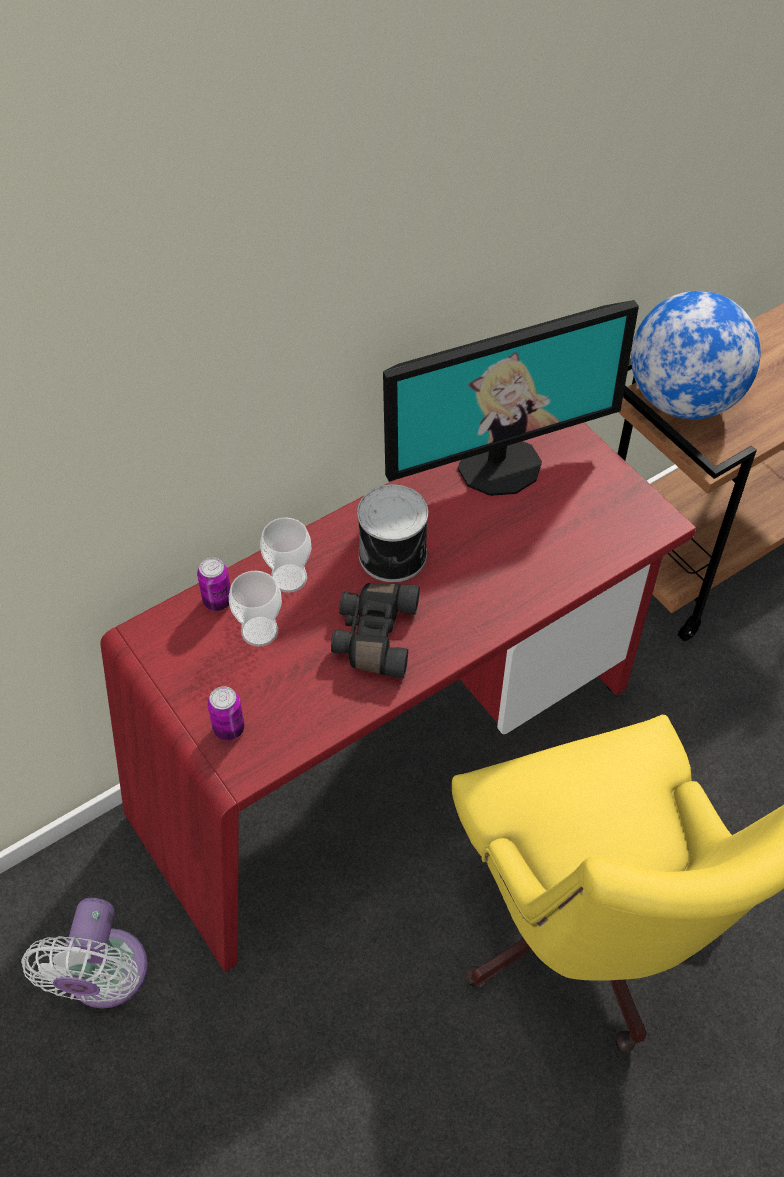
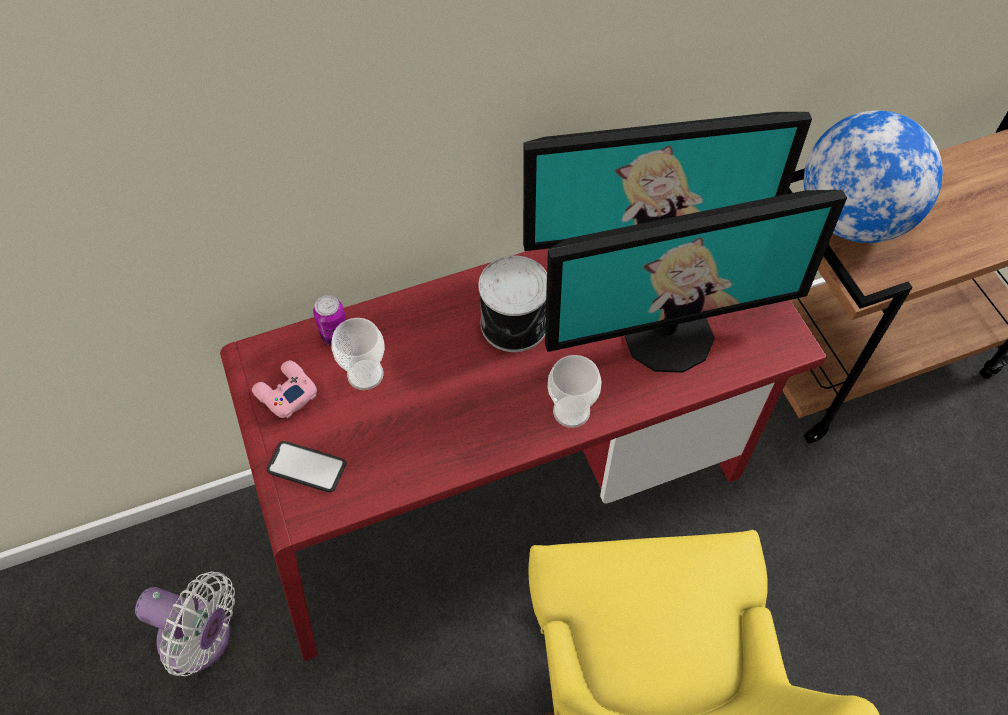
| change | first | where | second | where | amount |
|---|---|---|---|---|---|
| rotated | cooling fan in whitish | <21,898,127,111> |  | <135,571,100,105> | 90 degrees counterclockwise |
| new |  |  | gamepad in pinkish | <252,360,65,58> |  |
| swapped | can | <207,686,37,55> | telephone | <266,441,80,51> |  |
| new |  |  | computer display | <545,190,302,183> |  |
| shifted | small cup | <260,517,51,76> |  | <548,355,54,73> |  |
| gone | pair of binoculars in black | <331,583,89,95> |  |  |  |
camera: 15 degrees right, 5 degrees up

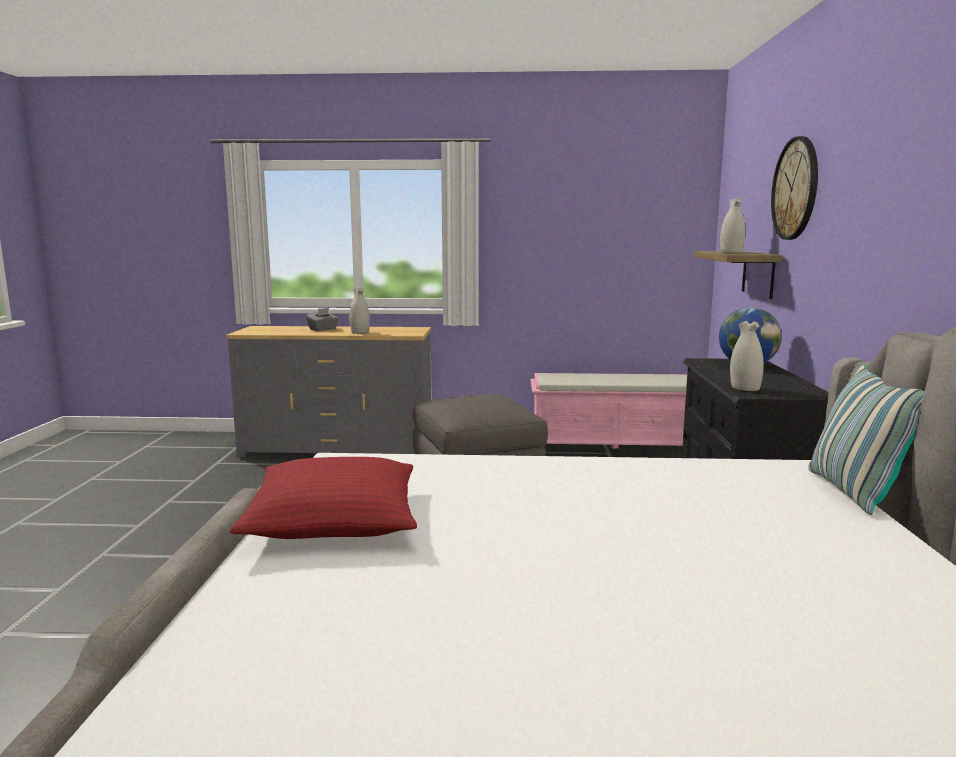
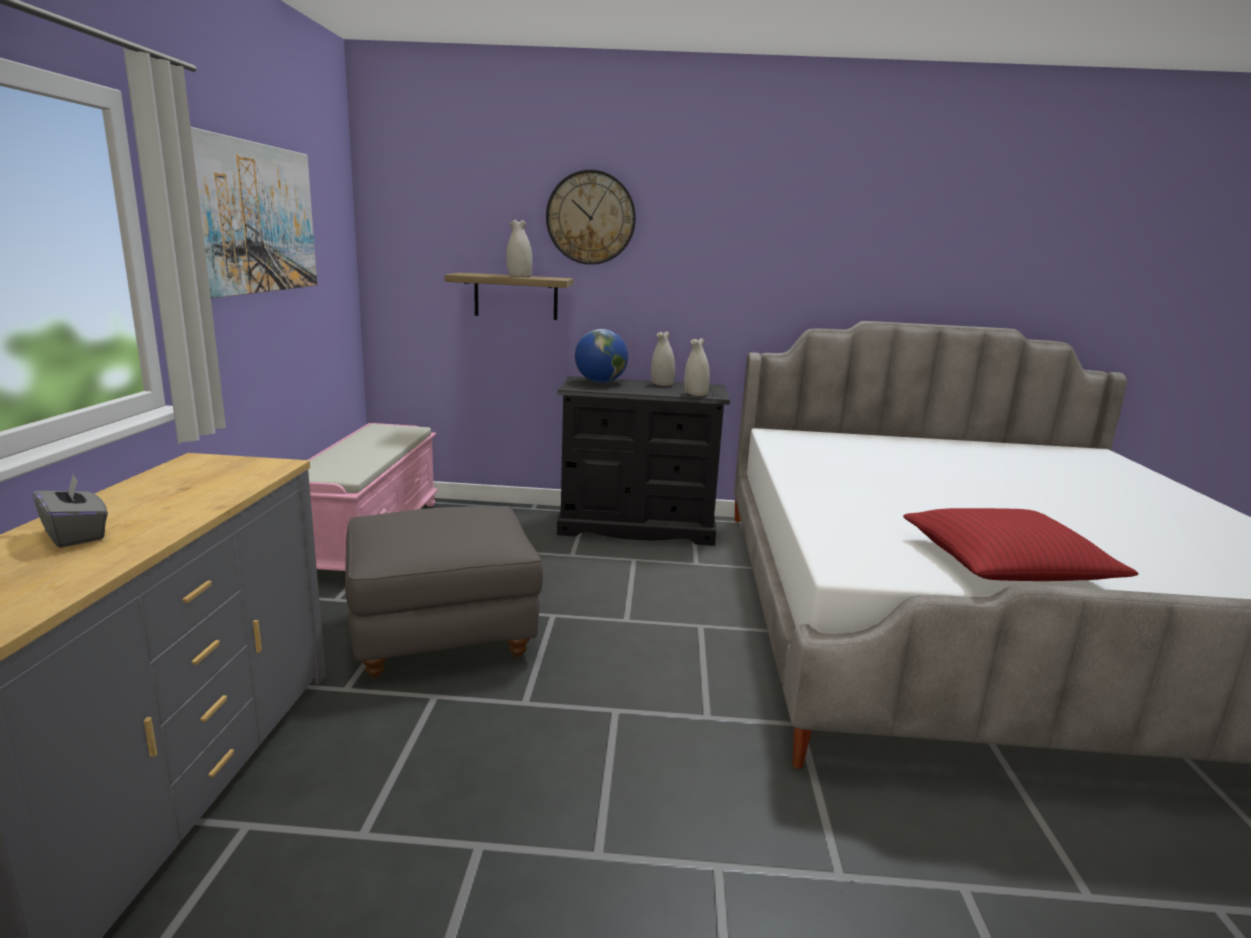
| change | first | where | second | where | amount |
|---|---|---|---|---|---|
| new |  |  | wall picture | <191,127,126,171> |  |
| shifted | decorative vase in whitish | <349,287,21,47> |  | <651,331,24,55> |  |
| gone | throw pillow | <808,364,116,151> |  |  |  |
camera: 90 degrees left, 5 degrees up

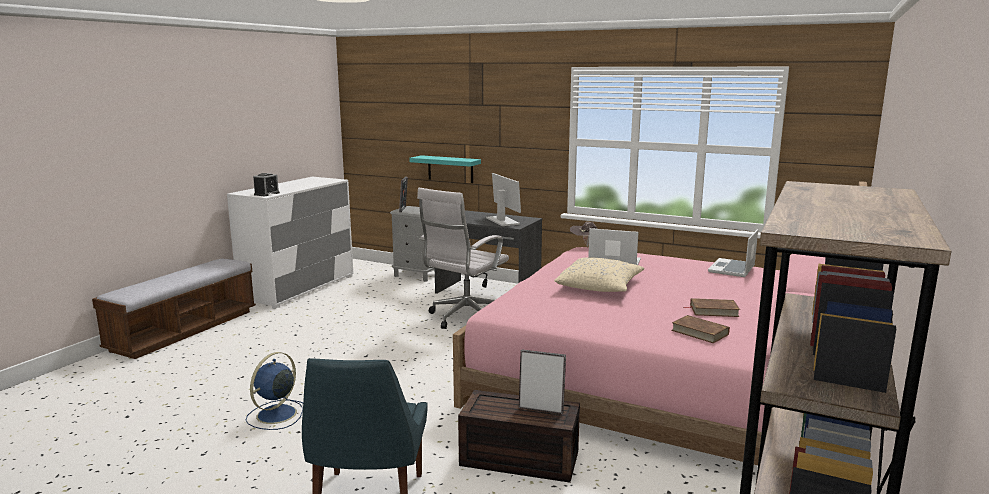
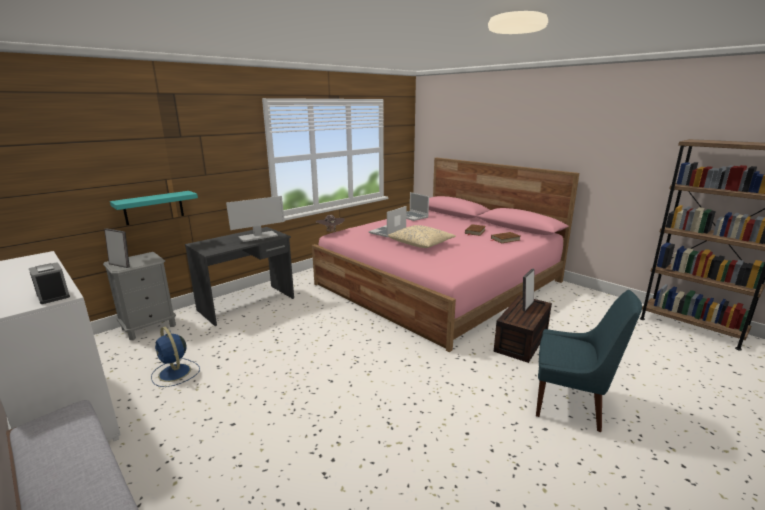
| change | first | where | second | where | amount |
|---|---|---|---|---|---|
| shifted | cooling fan in blue | <246,352,57,78> |  | <151,327,49,60> |  |
| rotated | computer display | <486,173,35,53> |  | <226,196,59,46> | 150 degrees clockwise |
| gone | office chair in whitish | <417,188,92,141> |  |  |  |
camera: 70 degrees left, 5 degrees up

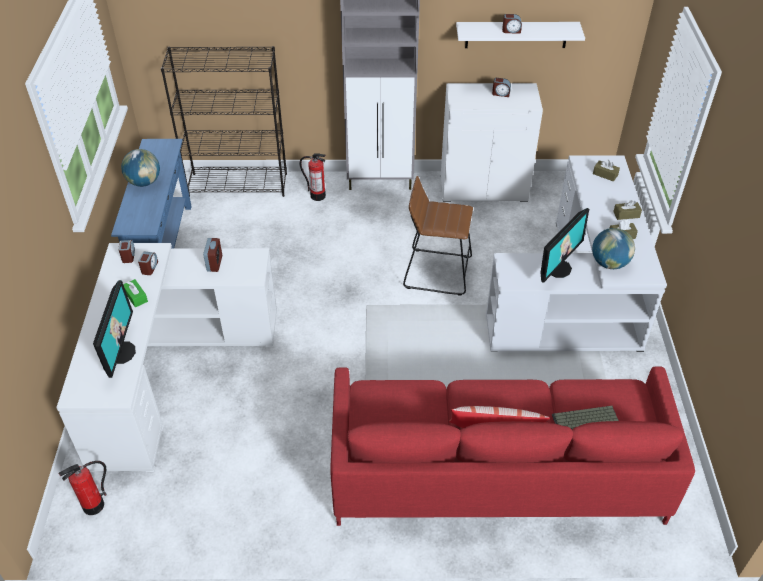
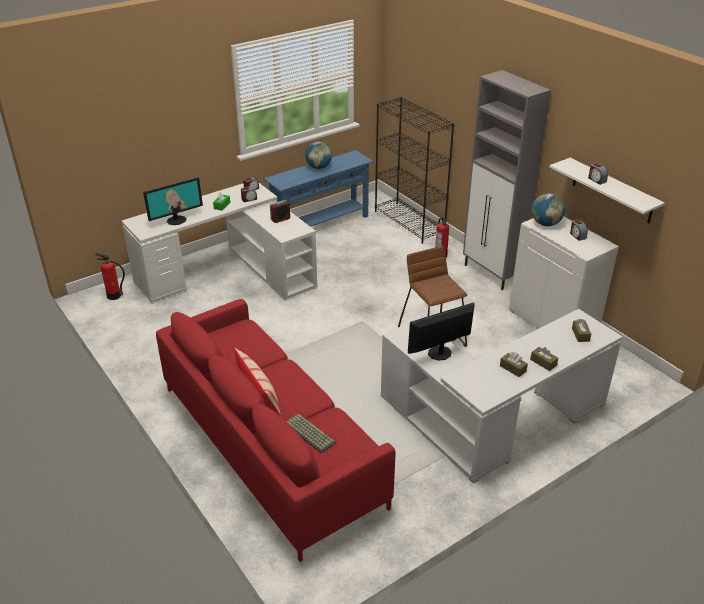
| change | first | where | second | where | amount |
|---|---|---|---|---|---|
| rotated | computer display | <541,208,48,75> |  | <408,303,67,58> | 150 degrees clockwise |
| shifted | globe | <592,228,43,41> |  | <531,193,34,33> |  |
camera: 55 degrees right, 10 degrees down

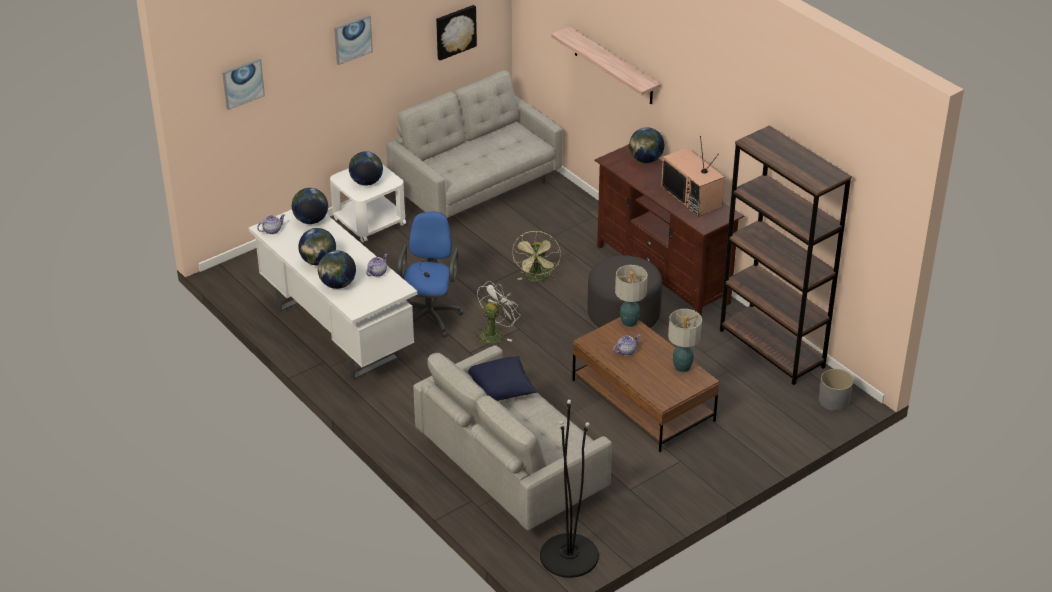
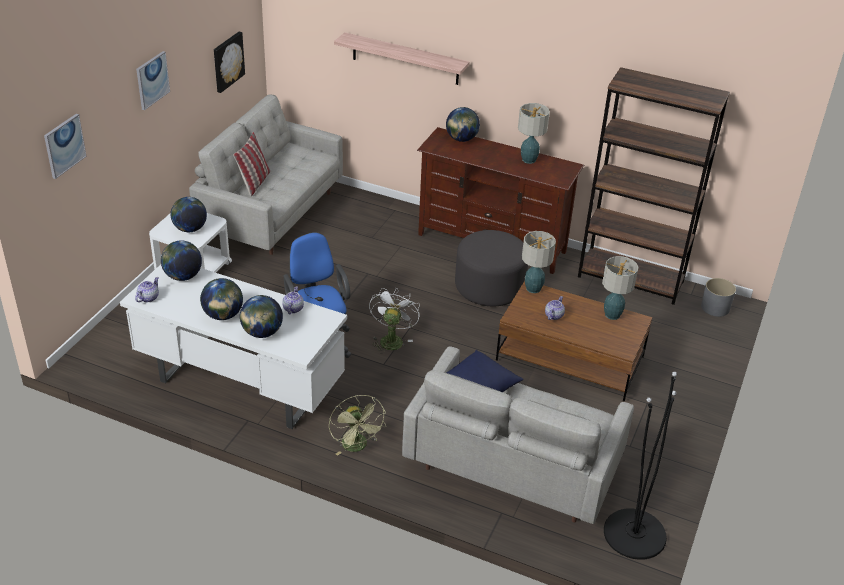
| change | first | where | second | where | amount |
|---|---|---|---|---|---|
| new |  |  | throw pillow | <233,132,37,64> |  |
| shifted | cooling fan in green-coloured | <512,231,49,51> |  | <329,395,57,61> |  |
| swapped | television | <661,136,64,81> | lamp for a table | <518,103,32,61> |  |
camera: 30 degrees left, 0 degrees up

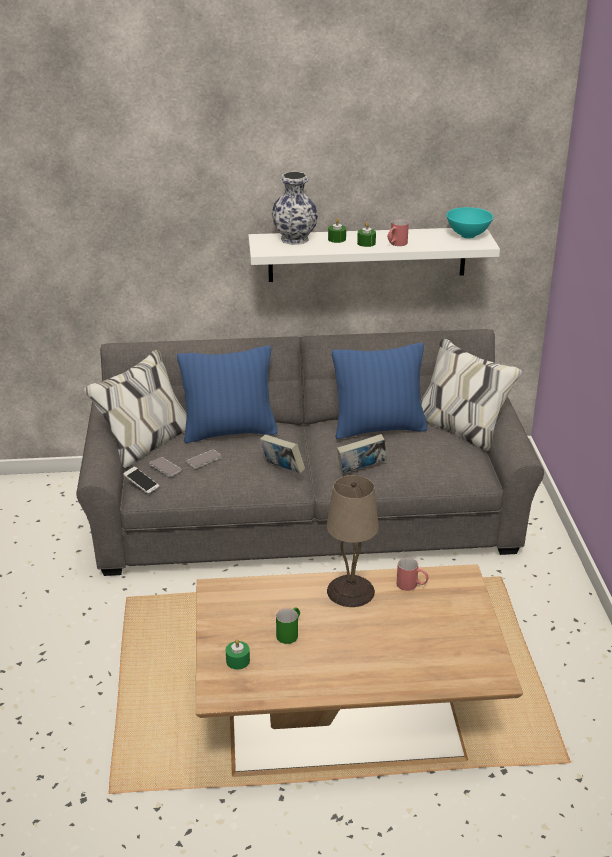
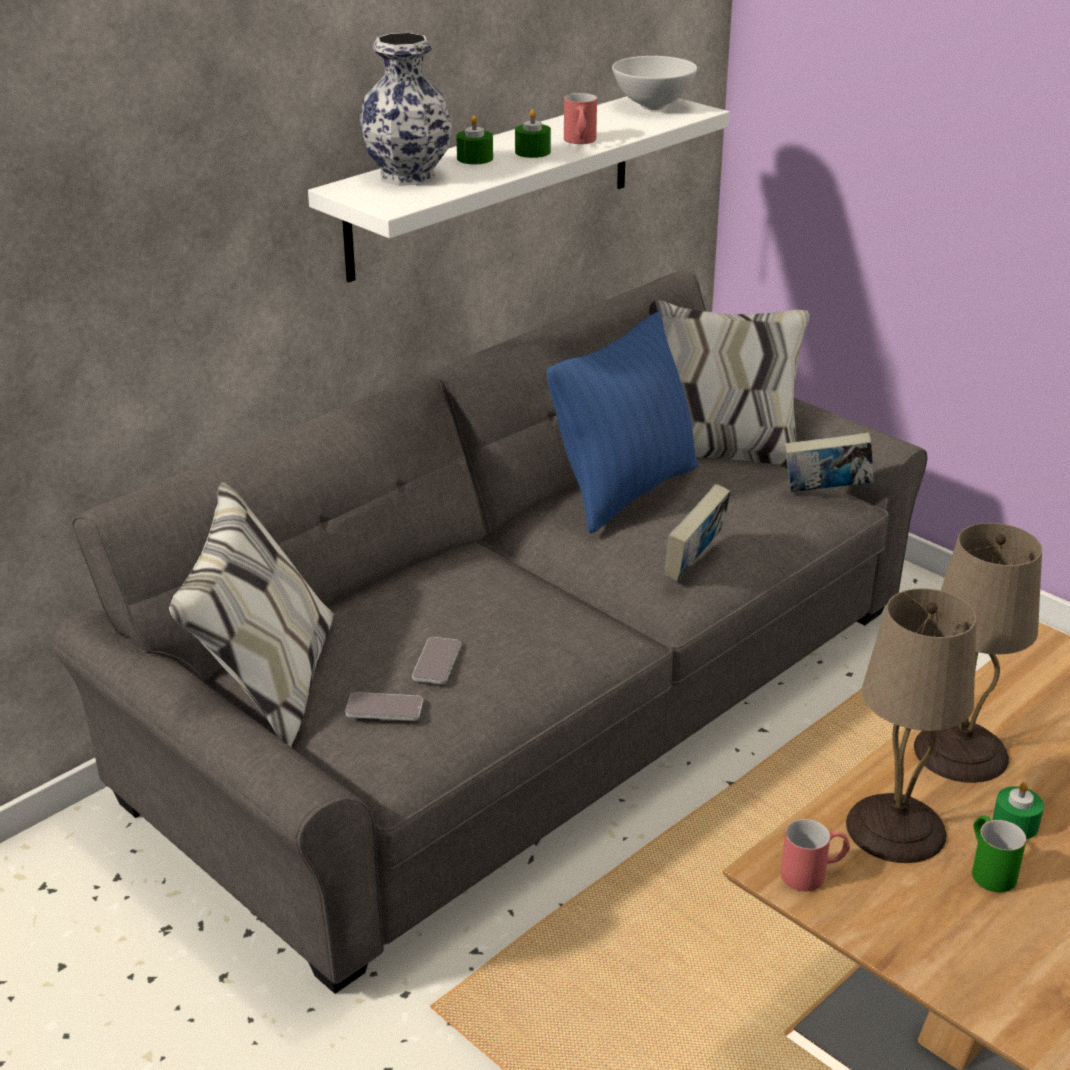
| change | first | where | second | where | amount |
|---|---|---|---|---|---|
| repainted | serving bowl in turquoise-coloured | <446,207,47,32> | serving bowl in whitish | <612,56,85,54> |  |
| shifted | coffee mug in reddish | <397,558,31,33> |  | <781,819,69,72> |  |
| shifted | bound book | <260,434,45,39> |  | <784,432,90,60> |  |
| new |  |  | lamp for a table in beige-coloured | <846,588,130,275> |  |
| shifted | wax candle in green-coloured | <226,639,24,30> |  | <993,782,51,57> |  |
| gone | telephone | <123,466,36,28> |  |  |  |
| gone | throw pillow in blue | <177,345,101,98> |  |  |  |
camera: 40 degrees left, 0 degrees up

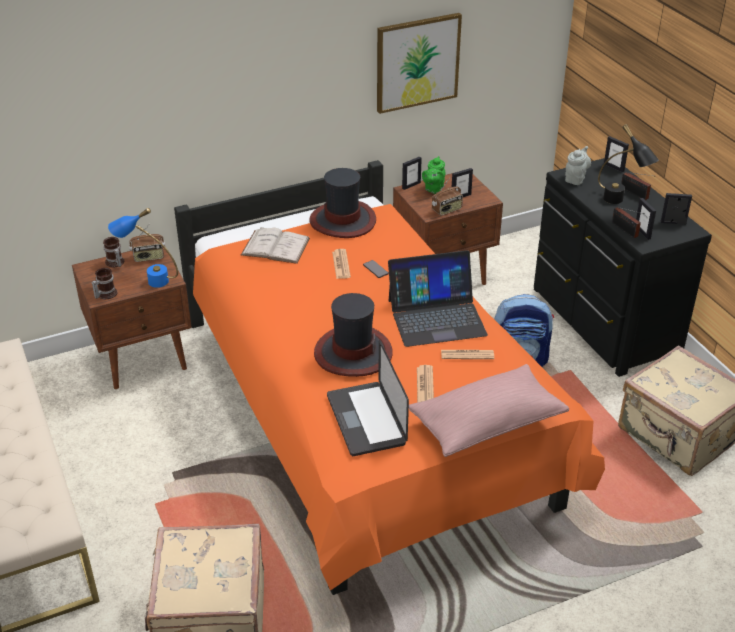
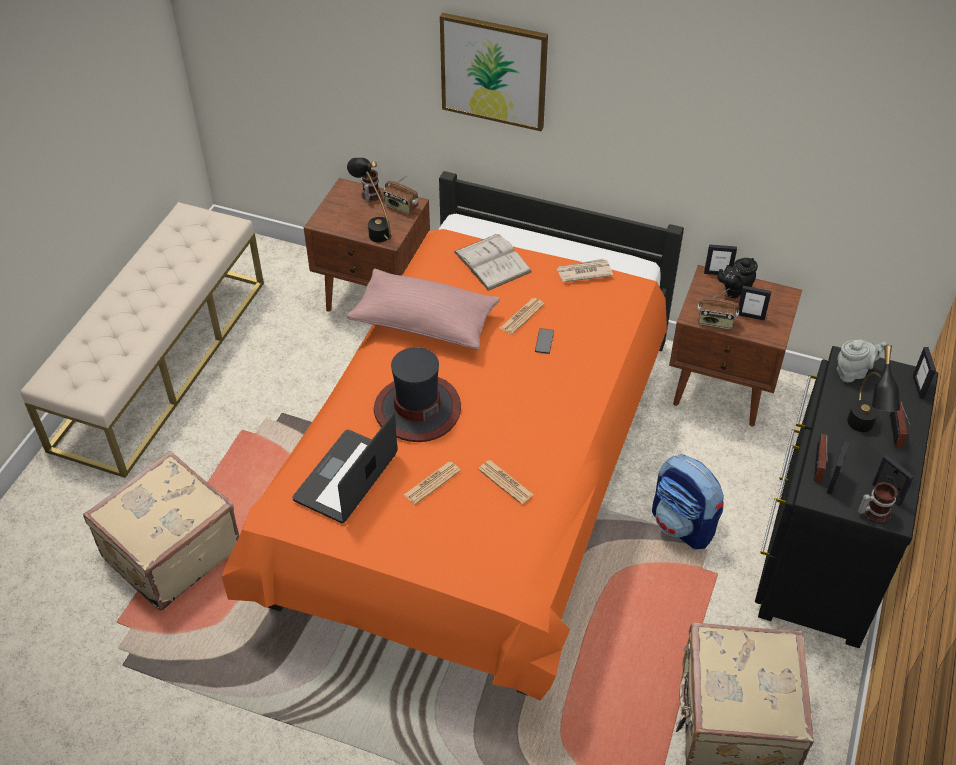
| change | first | where | second | where | amount |
|---|---|---|---|---|---|
| repainted | lamp for a table in blue | <108,208,70,80> | lamp for a table in black | <347,158,44,84> |  |
| shifted | throw pillow in pinkish | <409,364,160,93> |  | <347,269,153,81> |  |
| shifted | wall picture | <377,13,85,101> |  | <440,13,108,118> |  |
| swapped | wearable hat | <309,168,67,70> | daily paper | <557,259,56,23> |  |
| repainted | teapot in green-coloured | <422,156,23,38> | teapot in black | <717,258,41,40> |  |
| shifted | coffee mug | <92,268,26,31> |  | <858,482,40,41> |  |
| gone | notebook computer | <388,250,100,97> |  |  |  |
camera: 45 degrees right, 10 degrees up

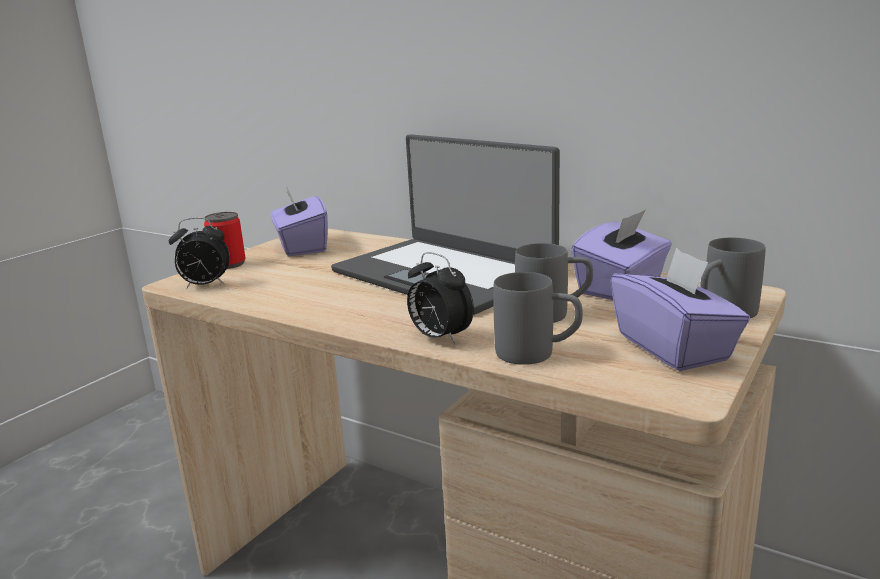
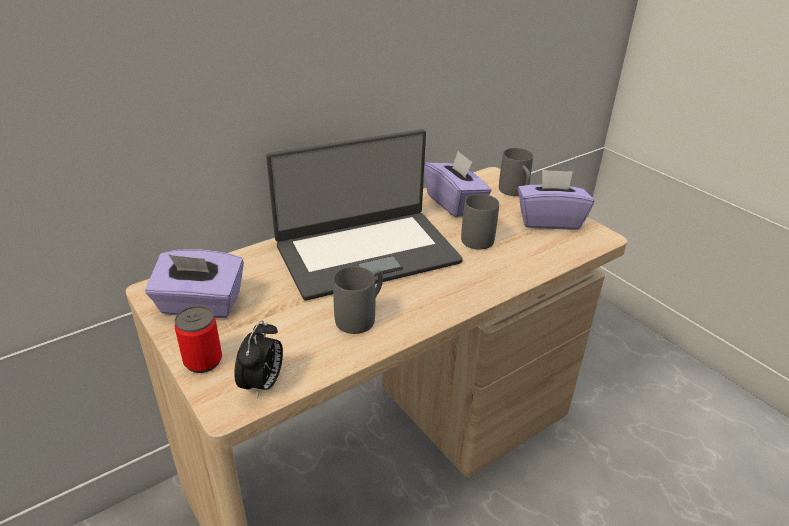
| change | first | where | second | where | amount |
|---|---|---|---|---|---|
| shifted | coffee mug in gray | <493,272,90,93> |  | <333,266,50,68> |  |
| gone | alarm clock | <407,252,67,93> |  |  |  |
camera: 70 degrees left, 15 degrees up

